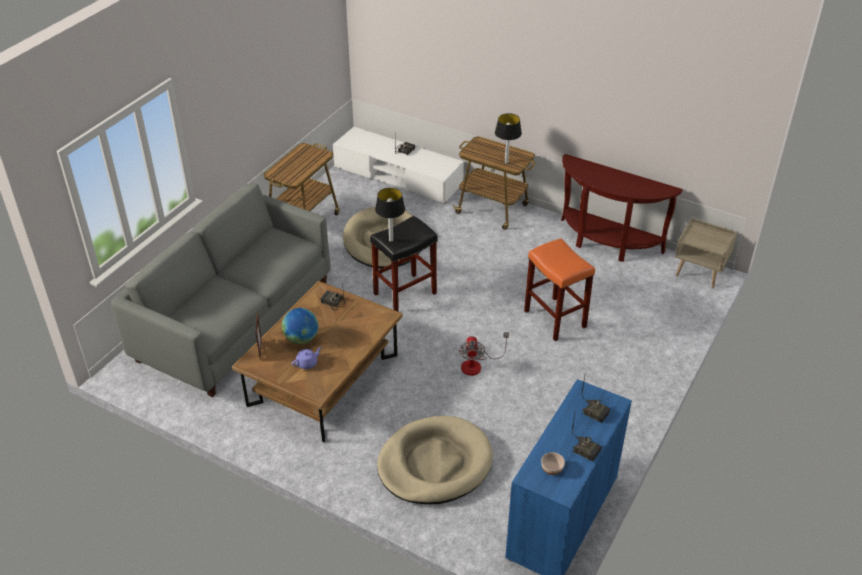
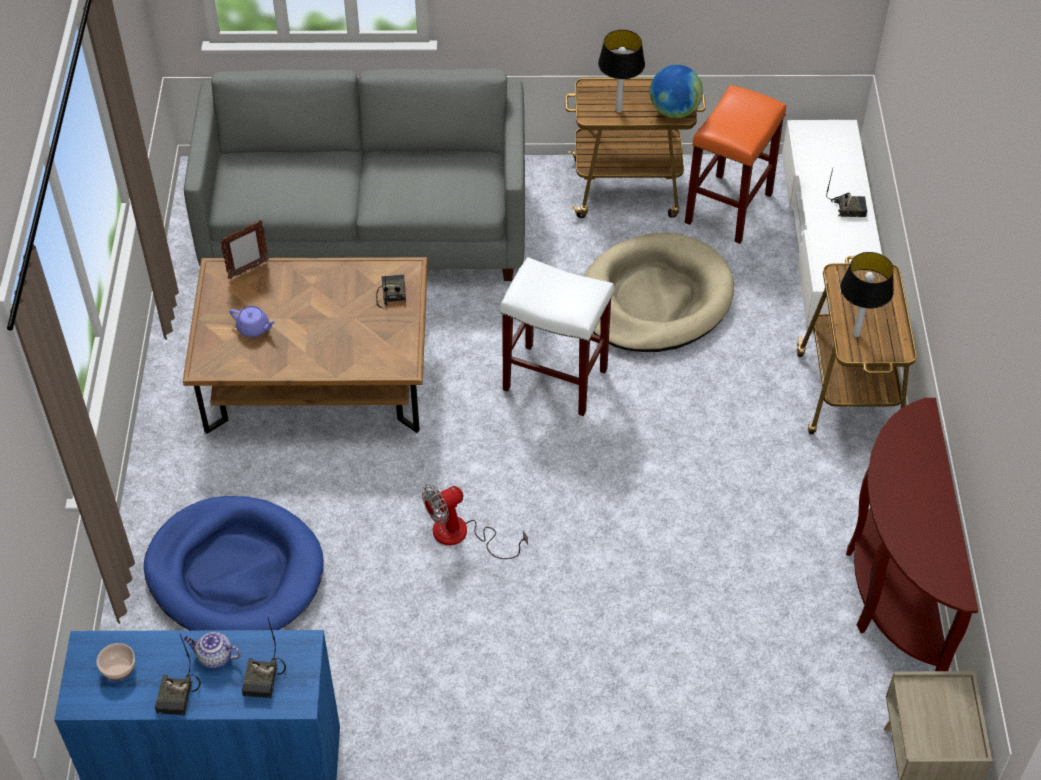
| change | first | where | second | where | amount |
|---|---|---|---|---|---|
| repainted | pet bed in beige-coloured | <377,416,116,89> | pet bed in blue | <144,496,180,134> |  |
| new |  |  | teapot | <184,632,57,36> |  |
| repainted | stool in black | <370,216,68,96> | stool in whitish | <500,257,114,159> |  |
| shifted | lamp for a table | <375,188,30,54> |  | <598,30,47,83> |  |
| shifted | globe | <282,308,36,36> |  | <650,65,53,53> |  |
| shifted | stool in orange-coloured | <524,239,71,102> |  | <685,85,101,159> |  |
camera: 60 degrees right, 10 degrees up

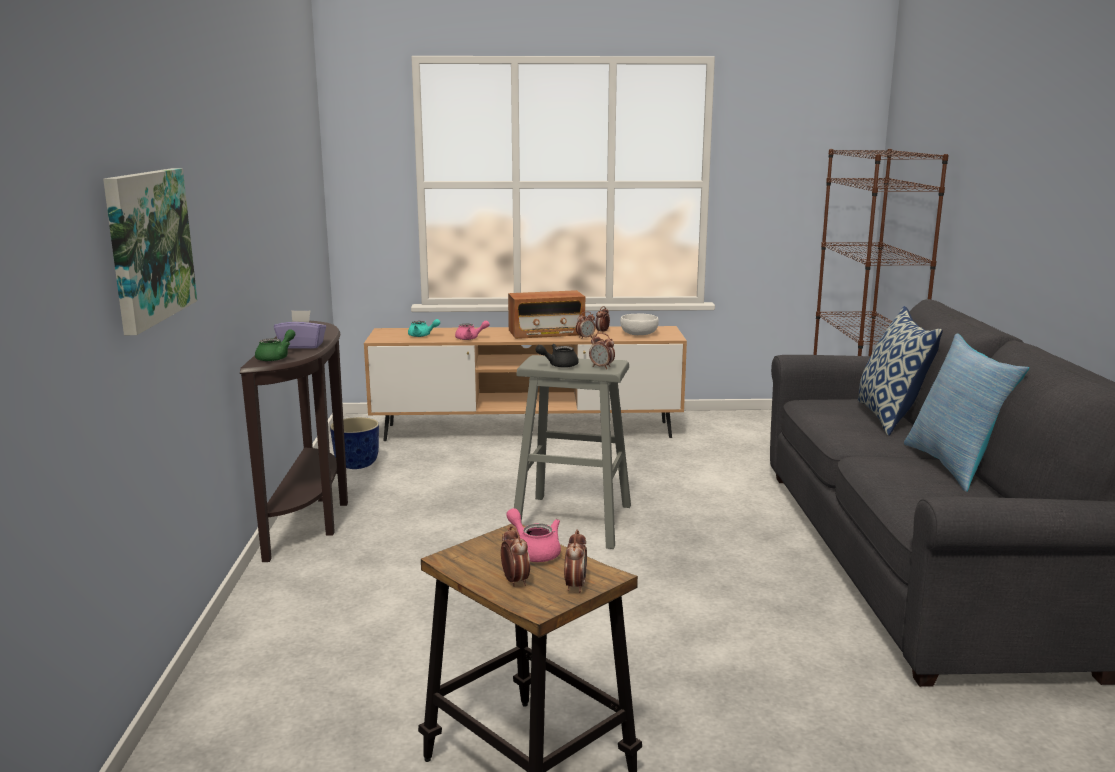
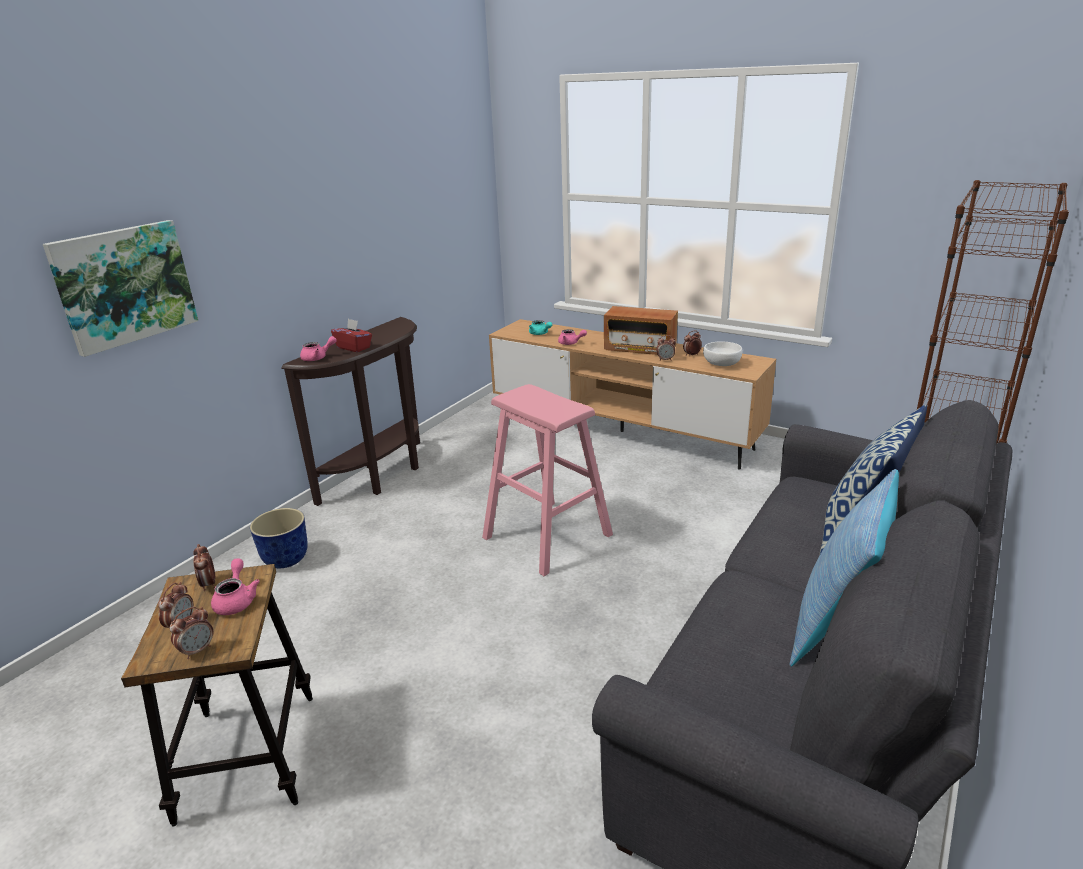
| change | first | where | second | where | amount |
|---|---|---|---|---|---|
| shifted | alarm clock | <589,333,26,36> |  | <193,544,22,47> |  |
| shifted | planter | <330,417,49,52> |  | <250,508,58,60> |  |
| repainted | teapot in green-coloured | <255,329,40,32> | teapot in pinkish | <300,336,37,25> |  |
| repainted | tissue box in purplish | <274,310,52,39> | tissue box in reddish | <331,319,41,33> |  |
| repainted | stool in gray | <514,355,117,194> | stool in pinkish | <482,384,131,192> |  |
| gone | teapot in black | <535,344,44,24> |  |  |  |
camera: 35 degrees right, 10 degrees up

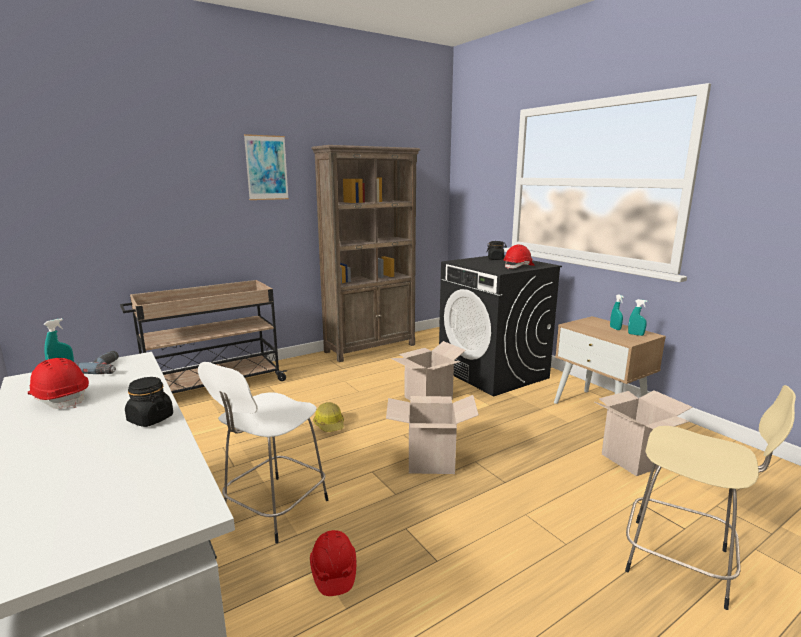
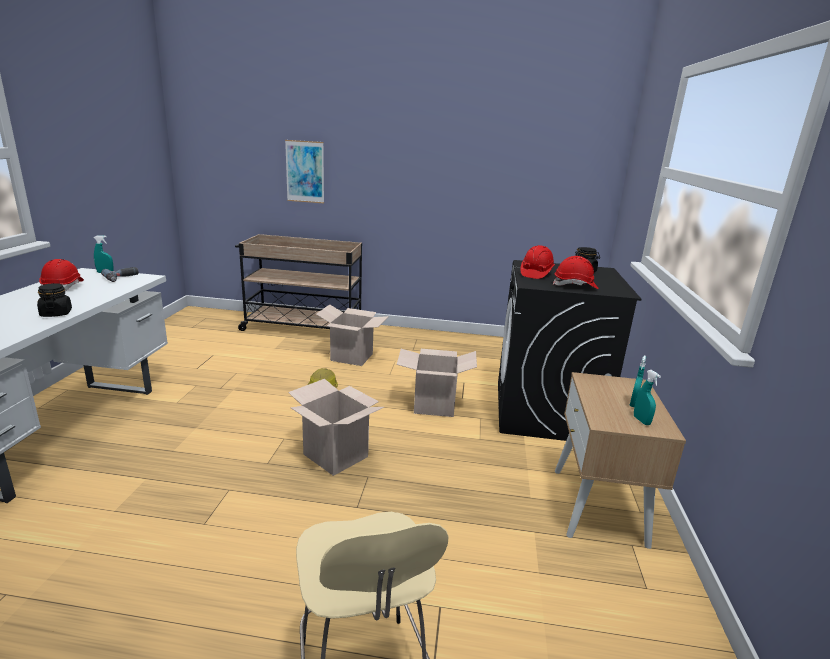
| change | first | where | second | where | amount |
|---|---|---|---|---|---|
| shifted | wall picture | <244,134,45,66> |  | <285,140,39,63> |  |
| shifted | cardboard box | <595,390,97,86> |  | <316,304,73,62> |  |
| shifted | safety helmet in reddish | <310,530,46,66> |  | <521,245,34,34> |  |
| gone | stool in whitish | <198,362,130,182> |  |  |  |
| gone | bookcase in brown-coloured | <311,145,109,217> |  |  |  |
camera: 40 degrees right, 5 degrees up

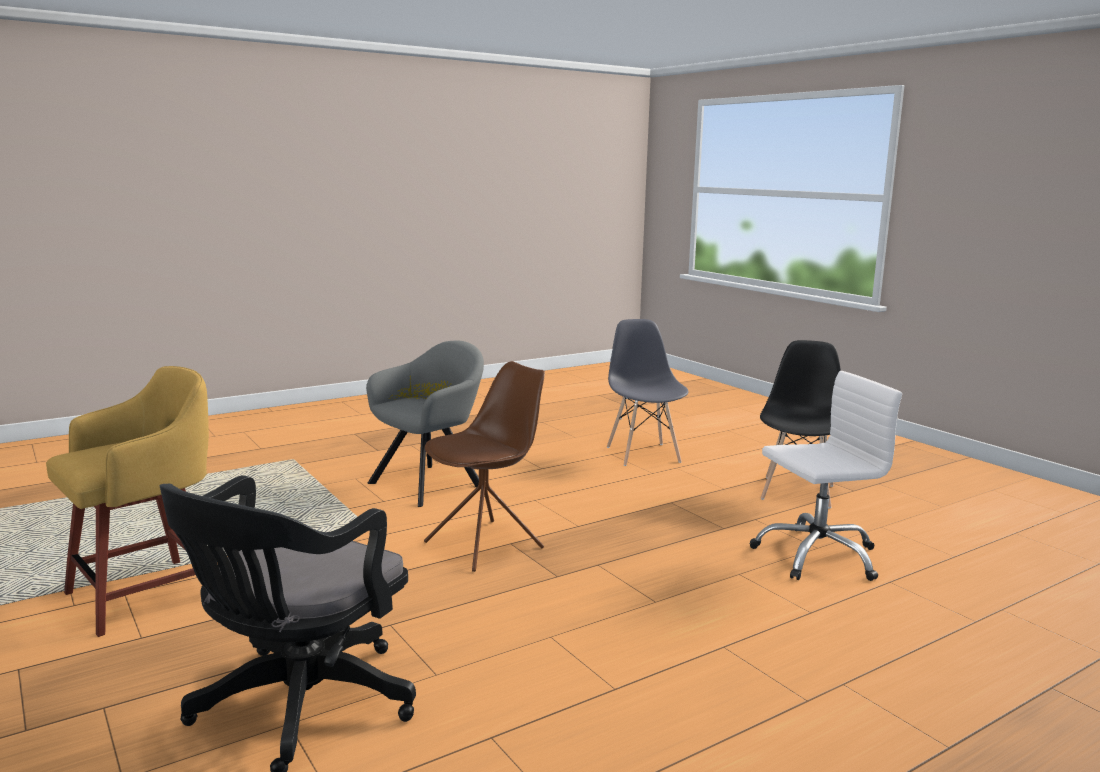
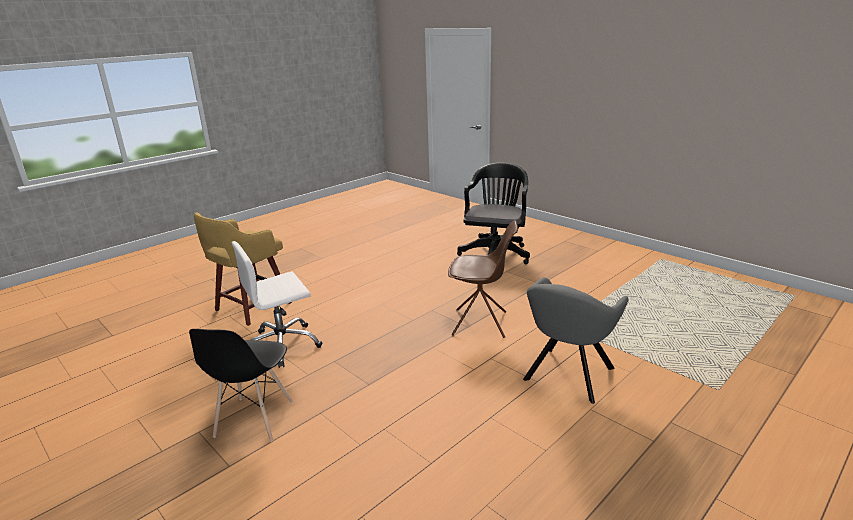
| change | first | where | second | where | amount |
|---|---|---|---|---|---|
| shifted | stool in yellowish | <46,366,163,271> |  | <194,213,98,113> |  |
| rotated | upright chair in brown-coloured | <424,361,121,211> |  | <448,221,70,117> | 120 degrees counterclockwise |
| gone | upright chair in gray | <607,319,82,147> |  |  |  |
camera: 170 degrees right, 10 degrees up

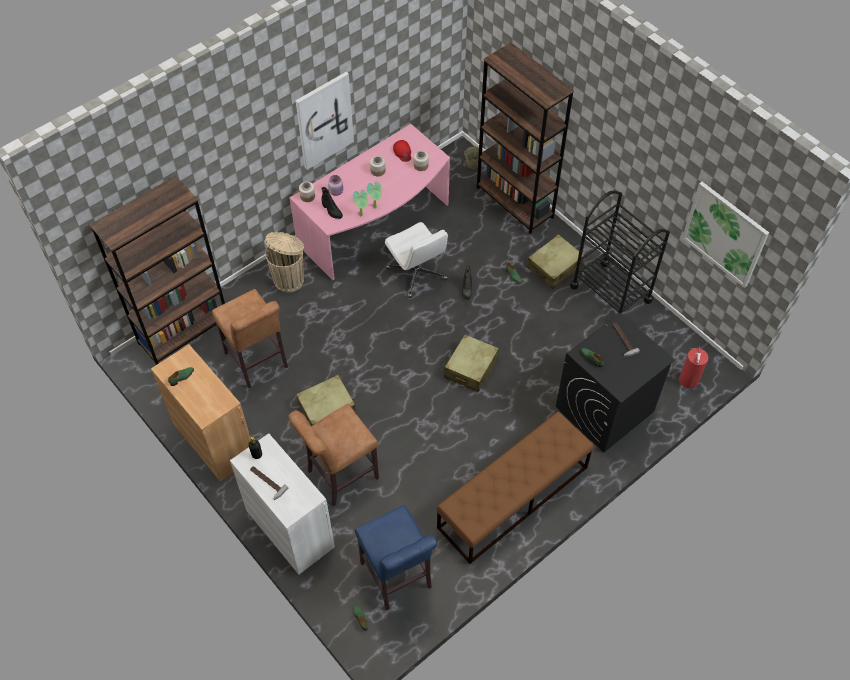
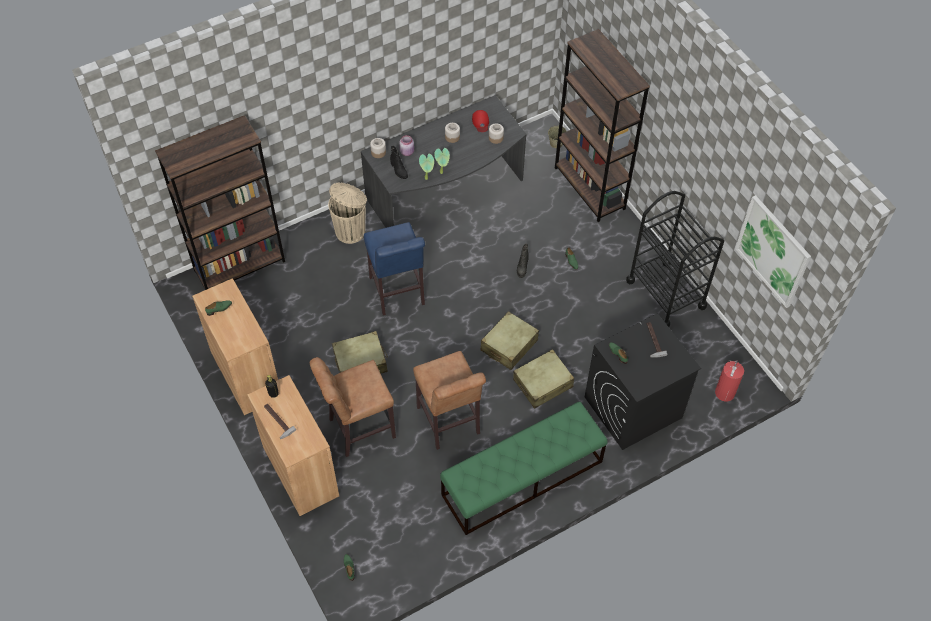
| change | first | where | second | where | amount |
|---|---|---|---|---|---|
| repainted | cabinet in whitish | <230,433,105,141> | cabinet in brown-coloured | <247,375,92,141> |  |
| repainted | desk in pinkish | <289,124,161,156> | desk in gray | <361,95,165,133> |  |
| shifted | stool in blue | <355,505,82,105> |  | <364,222,61,94> |  |
| shifted | stool in brown-coloured | <212,289,76,99> |  | <413,351,73,99> |  |
| repainted | long seat in brown-coloured | <437,412,157,152> | long seat in green-coloured | <440,402,168,133> |  |
| shifted | travel case in beige-coloured | <527,234,57,55> |  | <513,349,61,60> |  |
| gone | wall picture | <296,72,58,98> |  |  |  |
| gone | office chair in whitish | <385,222,63,76> |  |  |  |
camera: 10 degrees right, 0 degrees up

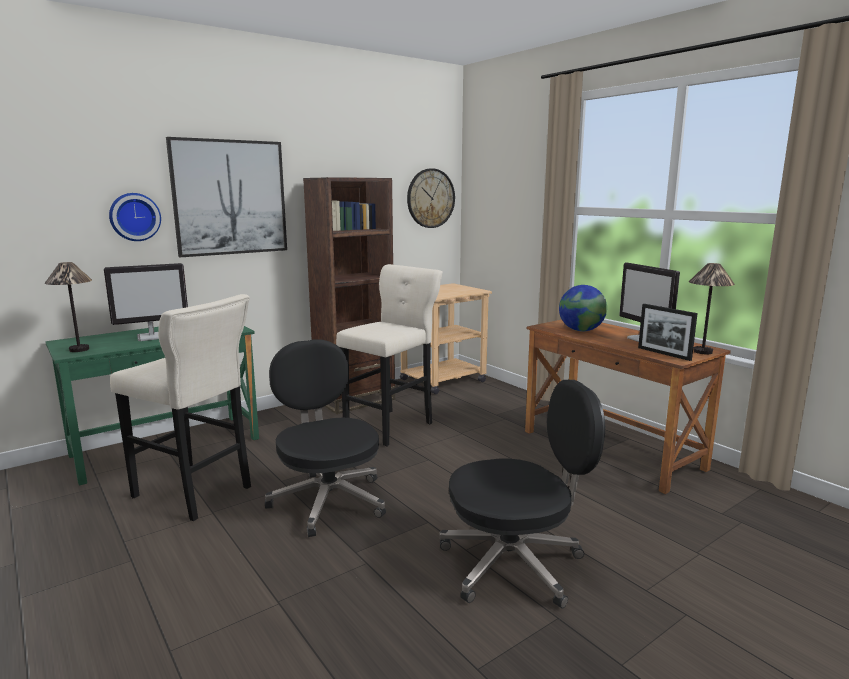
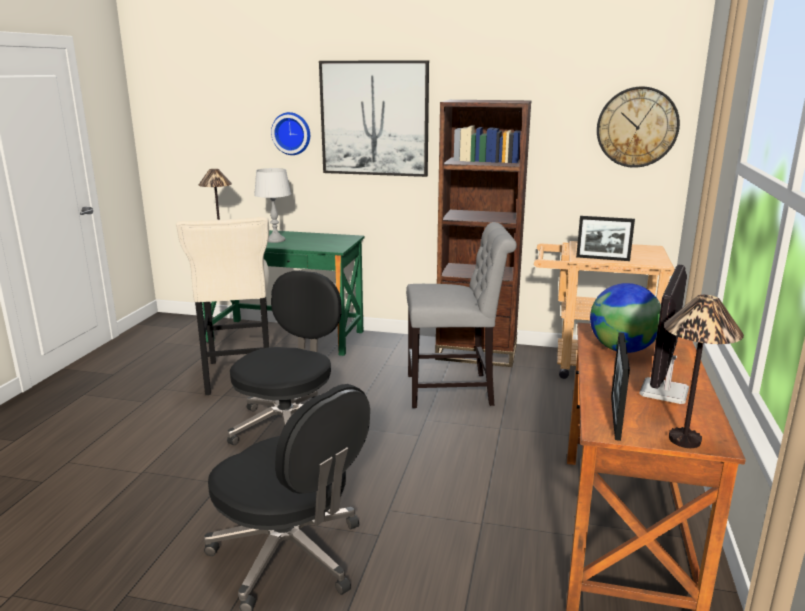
| change | first | where | second | where | amount |
|---|---|---|---|---|---|
| swapped | computer display | <104,263,84,78> | lamp for a table in gray | <254,168,37,75> |  |
| swapped | stool in beige-coloured | <336,264,107,182> | upright chair in gray | <406,222,111,186> |  |
| new |  |  | photo frame | <576,216,59,45> |  |
camera: 50 degrees right, 5 degrees up

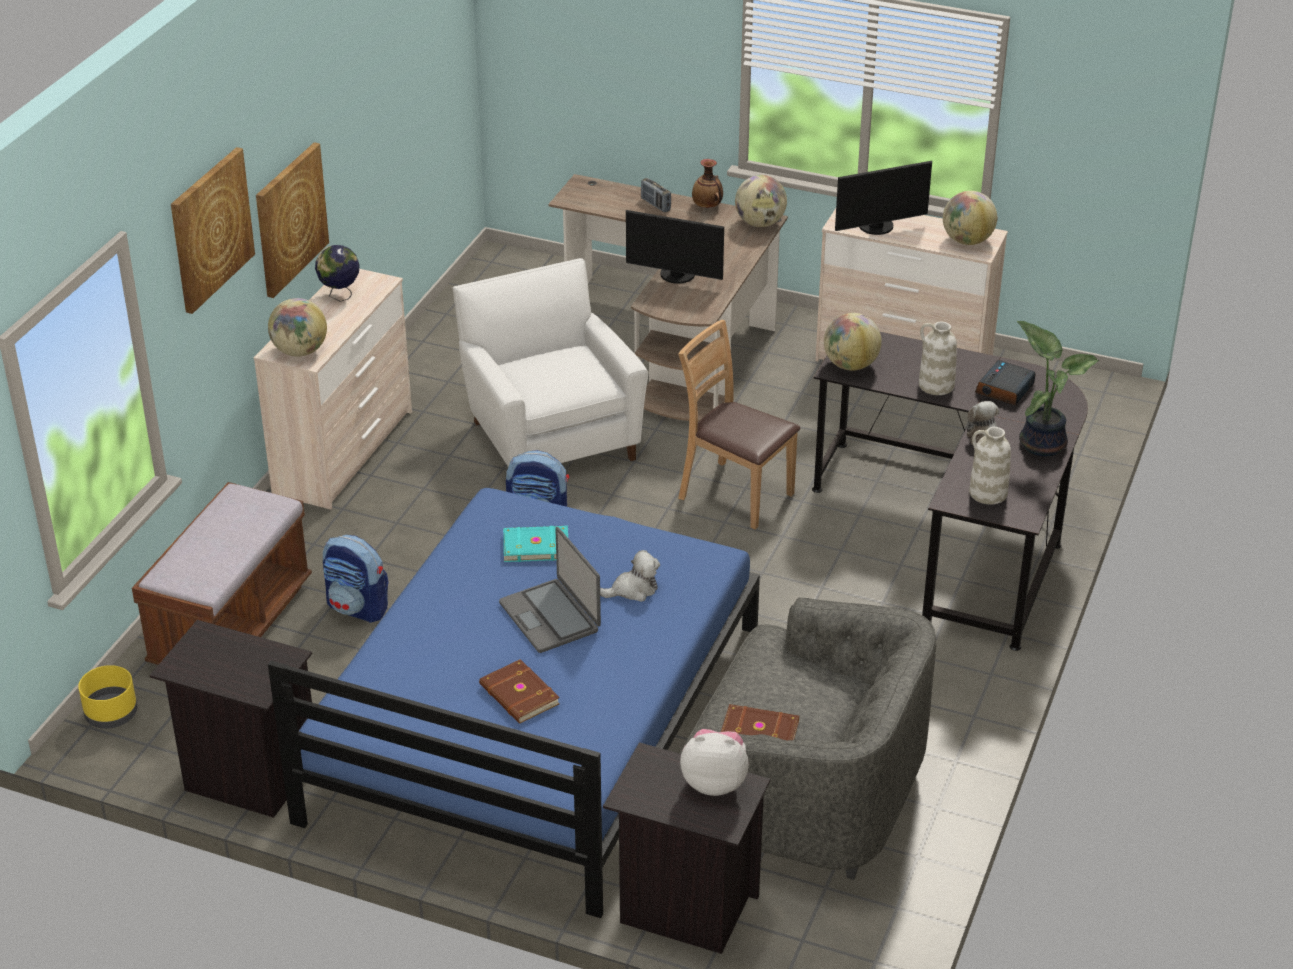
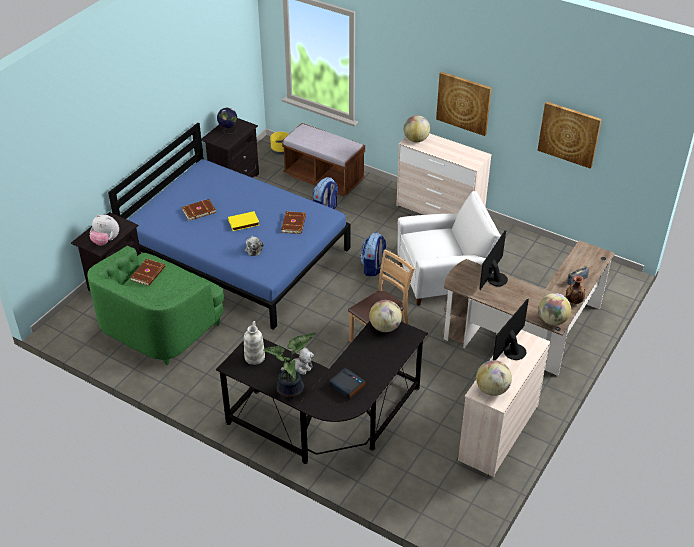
| change | first | where | second | where | amount |
|---|---|---|---|---|---|
| repainted | armchair in gray | <680,597,256,283> | armchair in green-coloured | <87,245,137,120> |  |
| rotated | plush toy | <680,729,69,67> |  | <89,215,30,31> | 90 degrees clockwise |
| shifted | globe | <315,245,45,57> |  | <217,108,20,26> |  |
| swapped | notebook computer | <499,527,102,126> | bound book in yellowish | <228,211,31,20> |  |
| repainted | bound book in turquoise-coloured | <503,526,65,36> | bound book in brown-coloured | <281,211,25,23> |  |
| rotated | computer display | <835,161,97,74> |  | <493,299,36,61> | 45 degrees clockwise |
| shifted | wall picture | <171,147,84,167> |  | <537,101,65,68> |  |
| gone | decorative vase in whitish | <919,322,38,73> |  |  |  |
camera: 100 degrees right, 5 degrees up

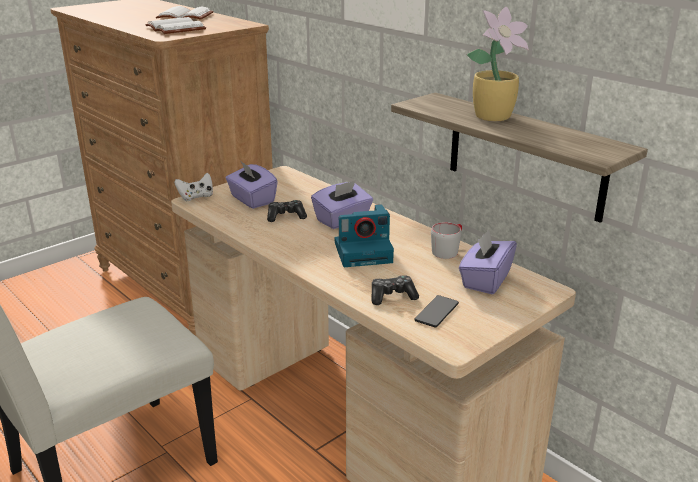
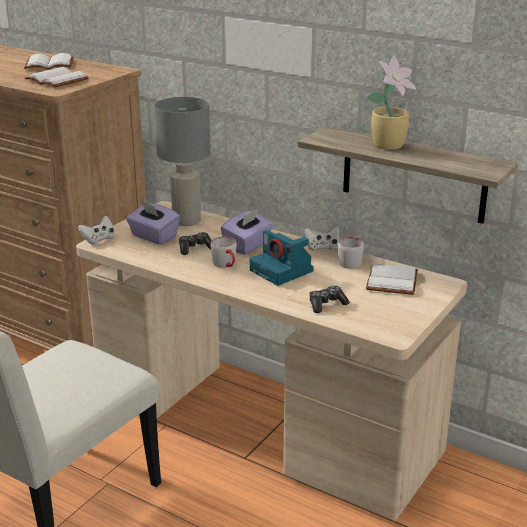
| change | first | where | second | where | amount |
|---|---|---|---|---|---|
| new |  |  | lamp for a table in gray | <154,97,57,129> |  |
| new |  |  | coffee mug in gray | <211,237,26,31> |  |
| rotated | photo camera | <335,204,59,63> |  | <250,230,64,56> | 75 degrees clockwise |
| new |  |  | gamepad in whitish | <304,226,35,25> |  |
| swapped | tissue box in purplish | <459,229,58,65> | bound book in whitish | <366,263,52,32> |  |
| gone | telephone | <414,295,45,33> |  |  |  |
camera: 15 degrees left, 0 degrees up

